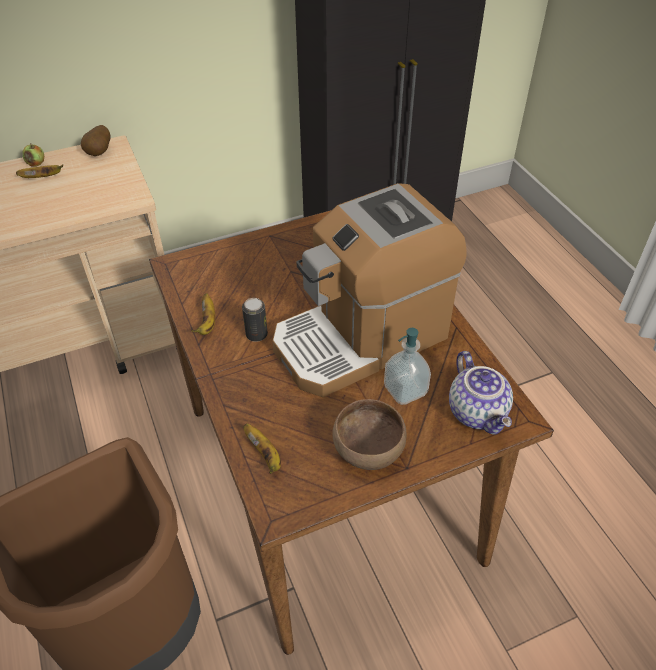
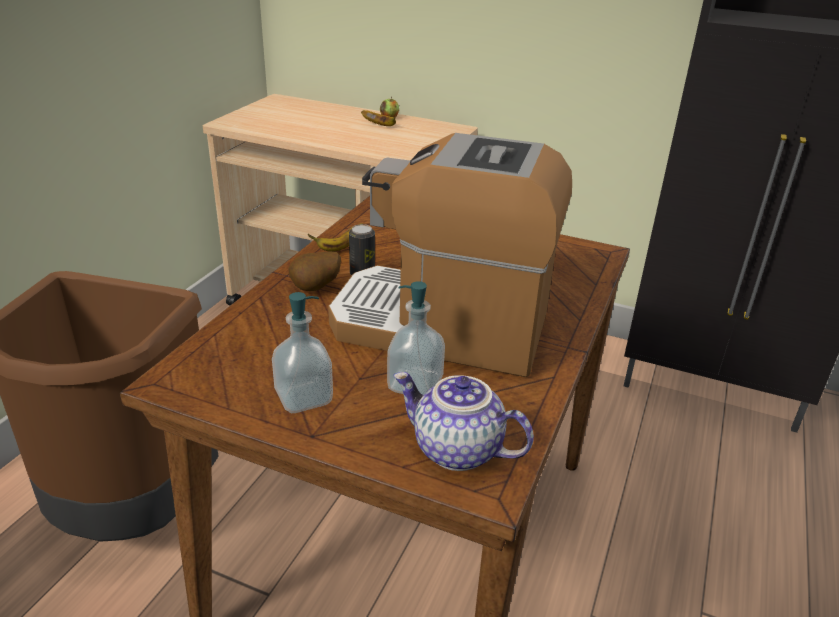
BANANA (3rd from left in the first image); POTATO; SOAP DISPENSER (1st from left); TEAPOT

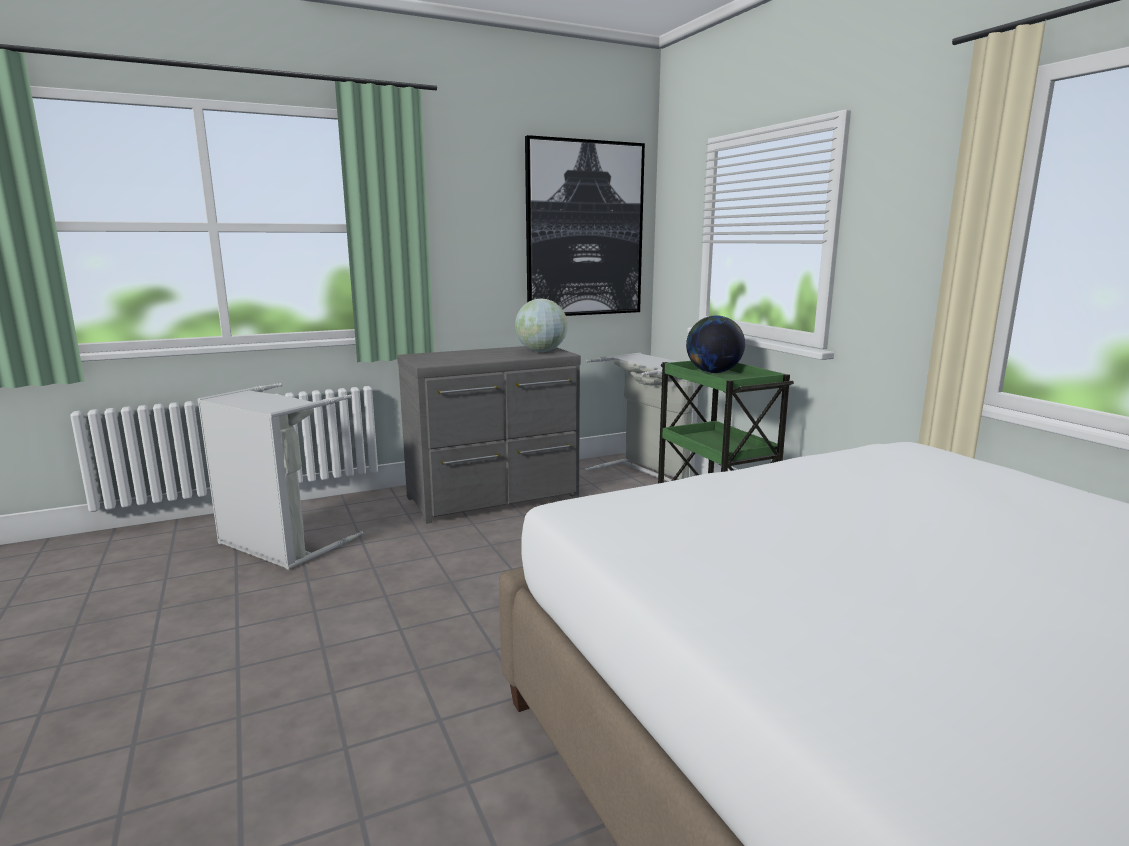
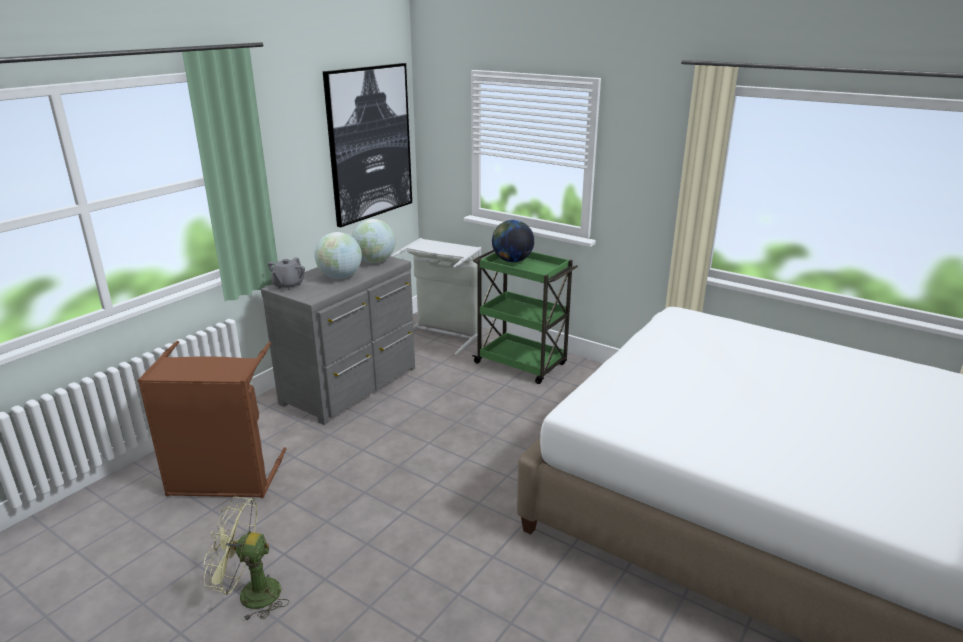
GREEN FAN; GREY TEAPOT; GLOBE (1st from left); BROWN LAUNDRY BASKET

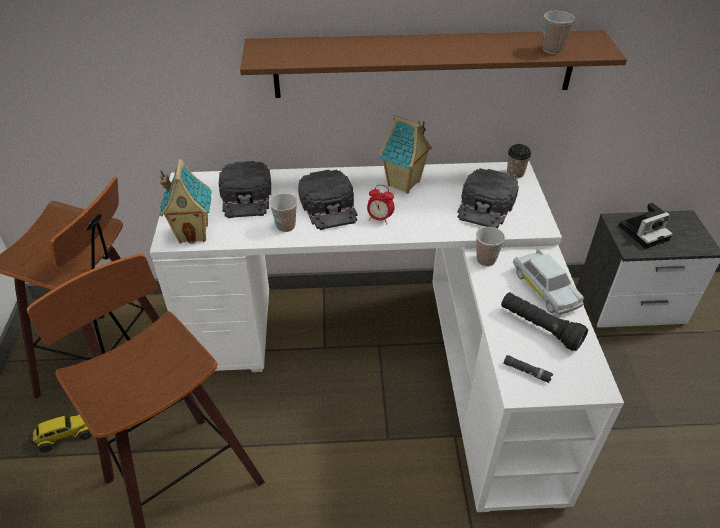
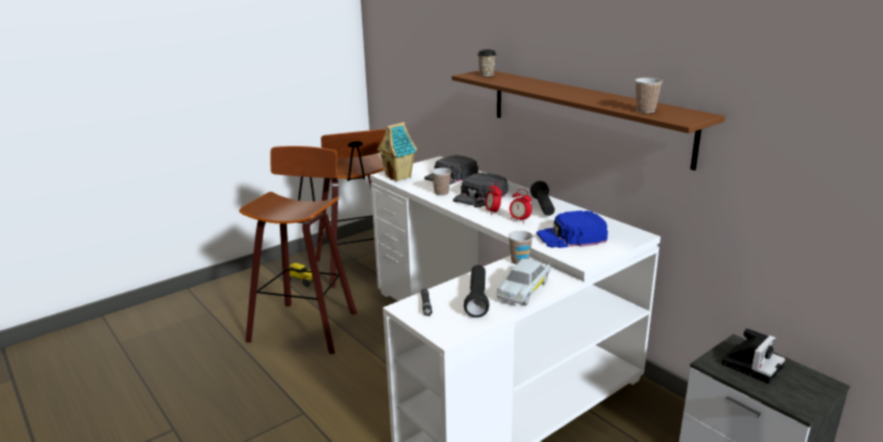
ALARM CLOCK (2nd from left); CUP (2nd from left); BLACK FLASHLIGHT (3rd from left); BLUE CAP; PHOTO CAMERA

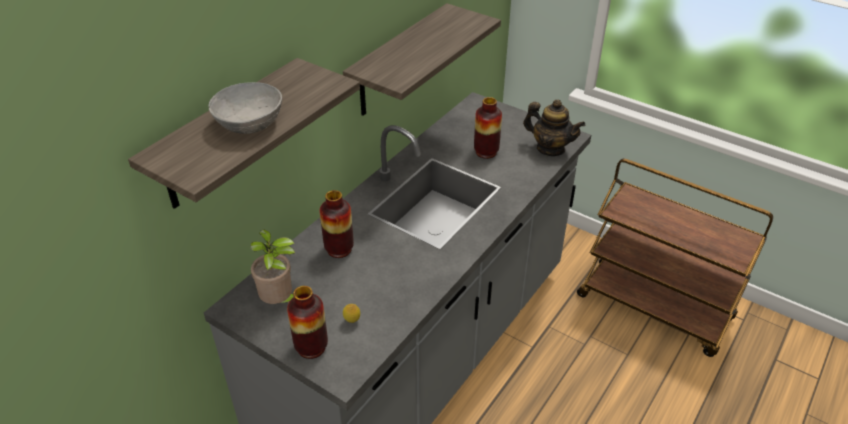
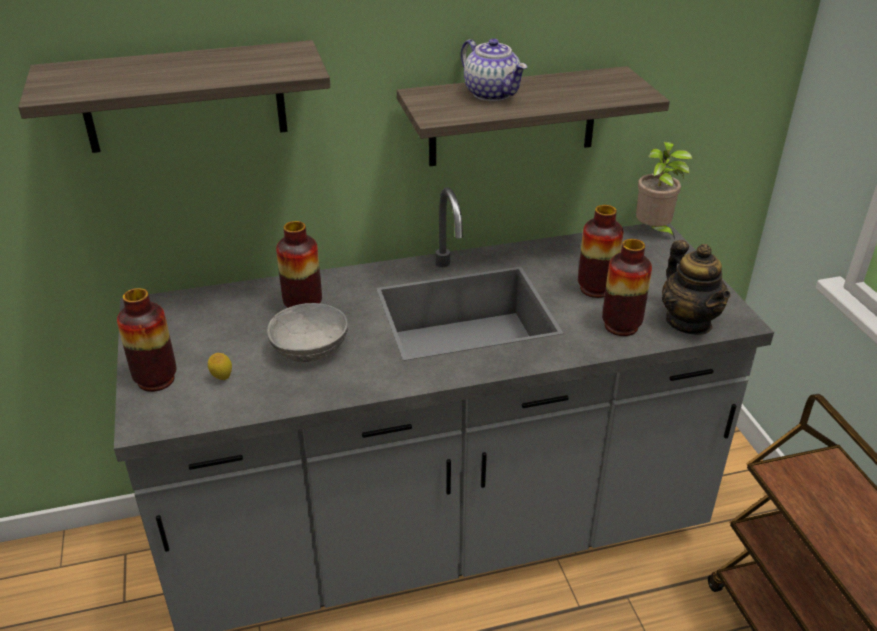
TEAPOT (1st from left); VASE (4th from left); GREY BOWL; POTTED PLANT

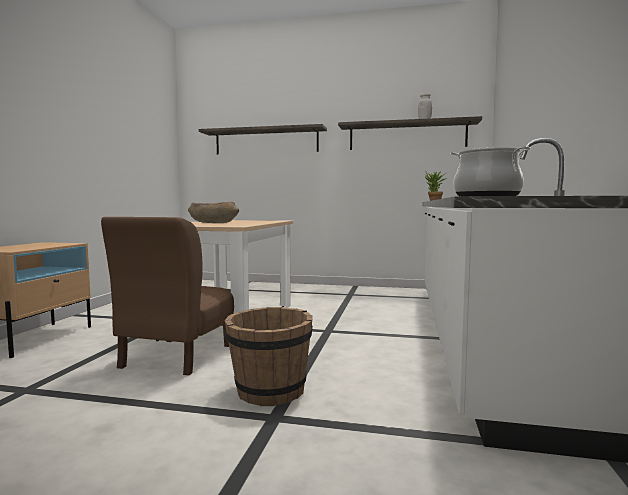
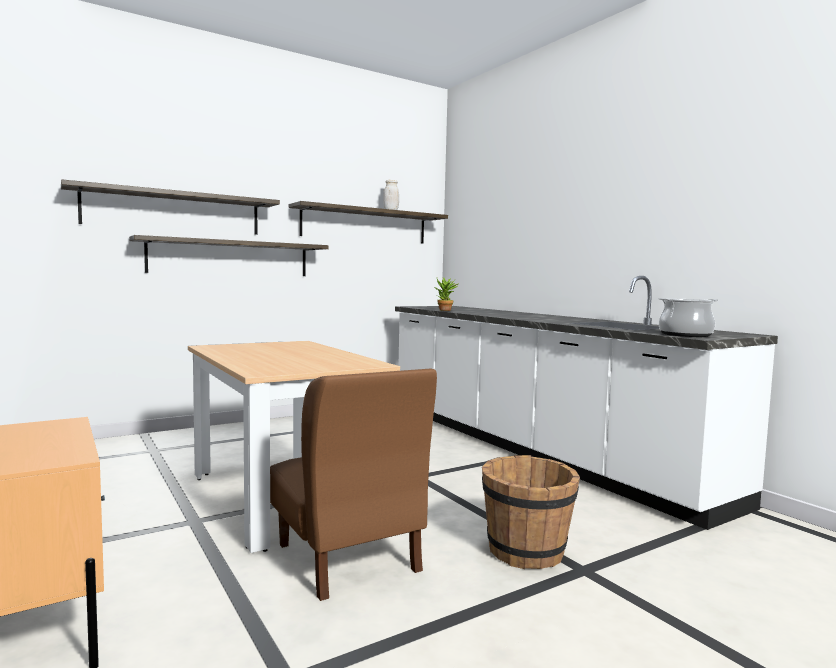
BROWN BOWL; SHELF (2nd from left)

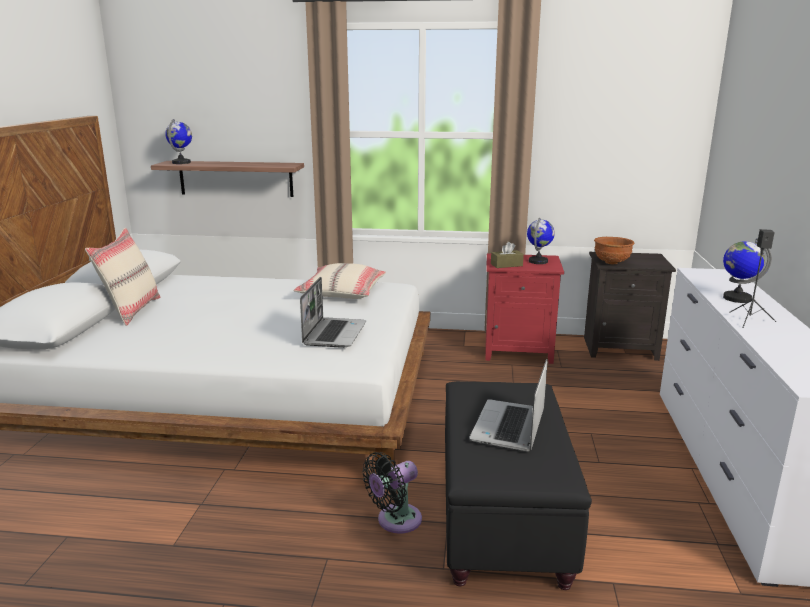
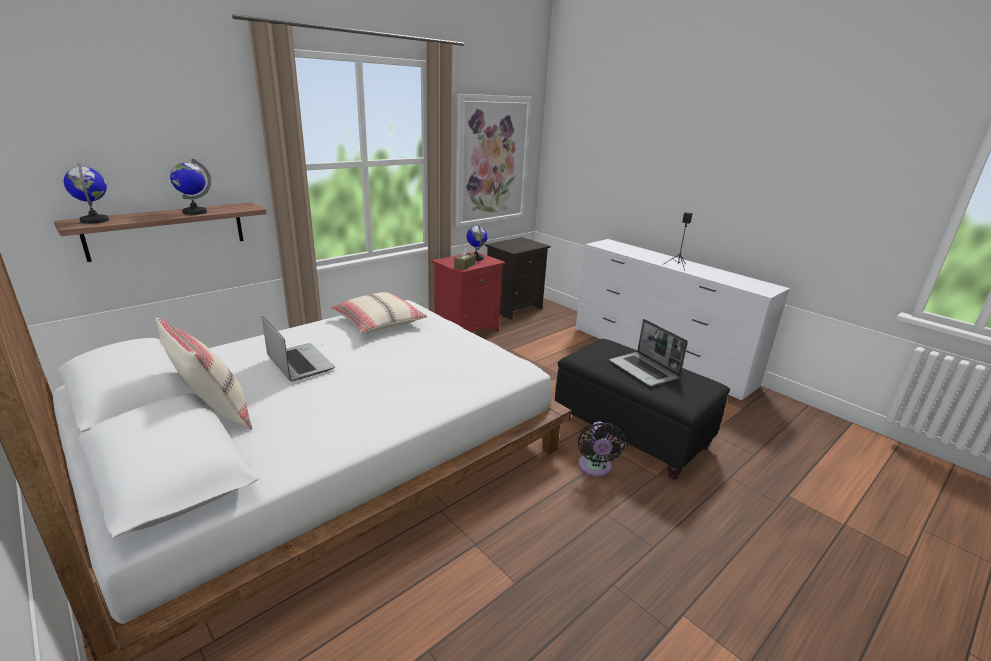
BROWN BOWL; PICTURE; LAPTOP (1st from left); GLOBE (2nd from left)

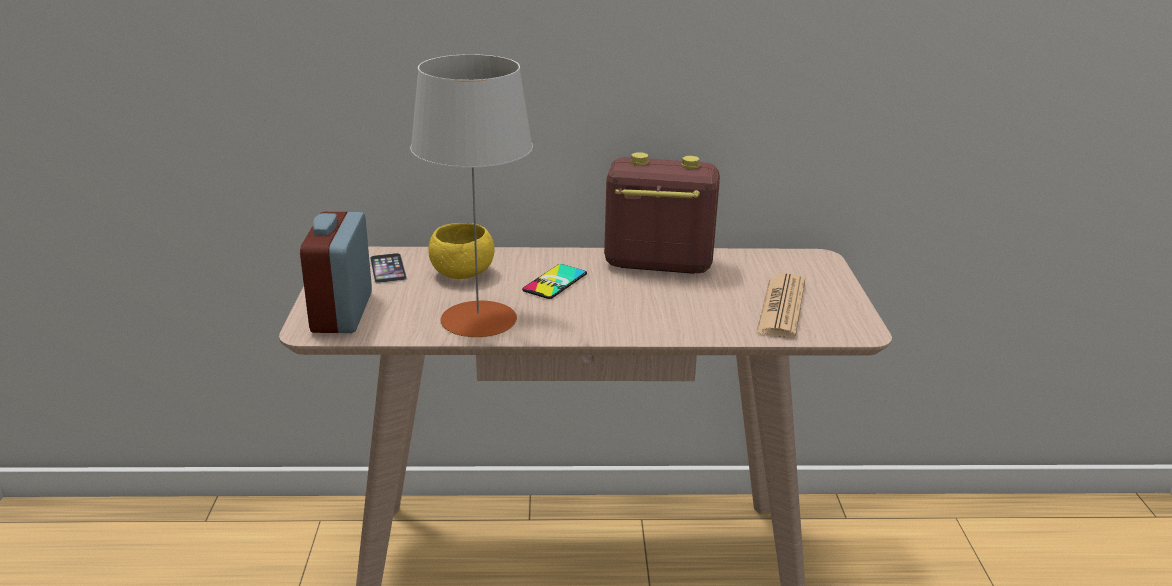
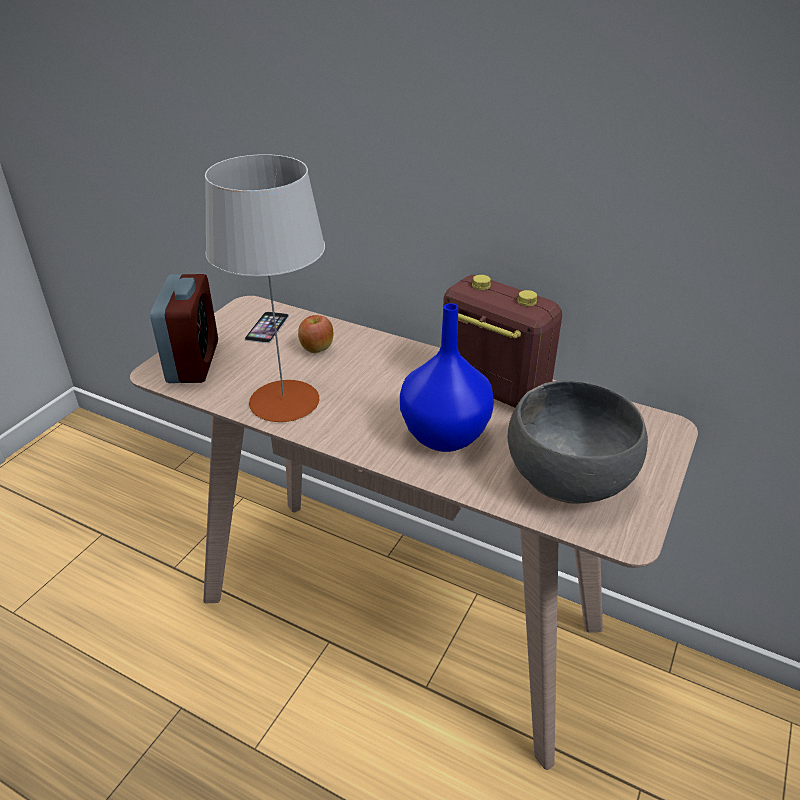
PHONE (2nd from left in the first image); BLUE VASE; APPLE; GREY BOWL; ALARM CLOCK

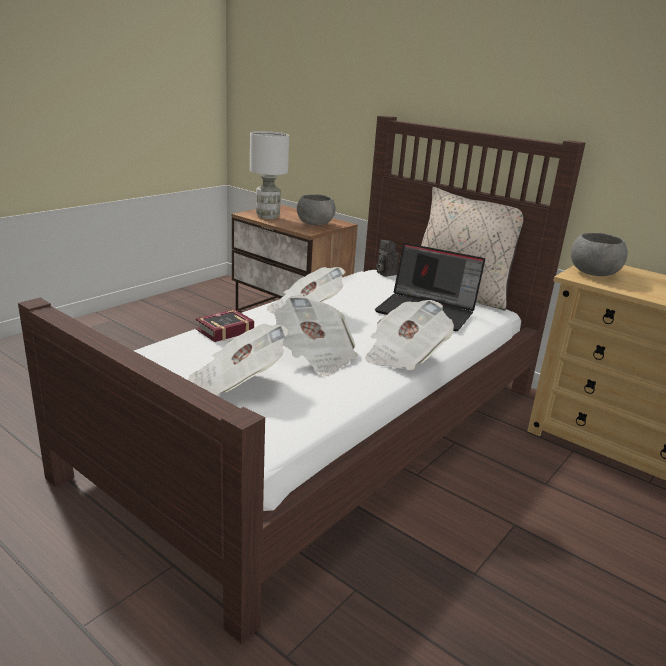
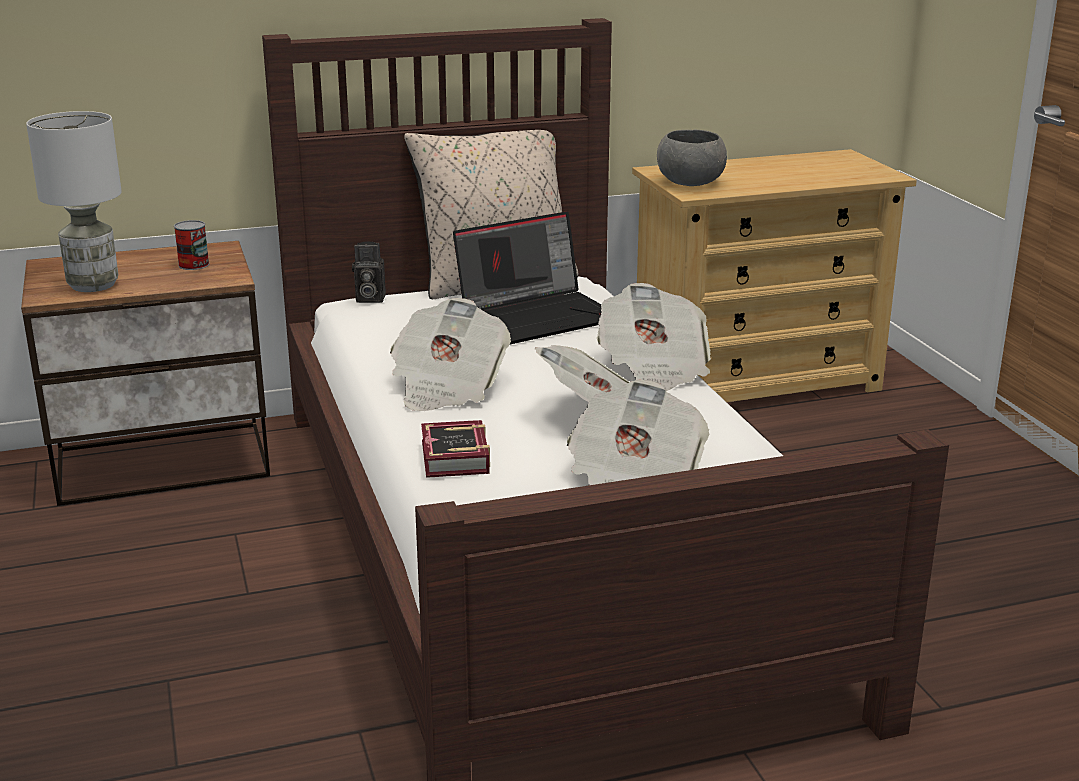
CAN

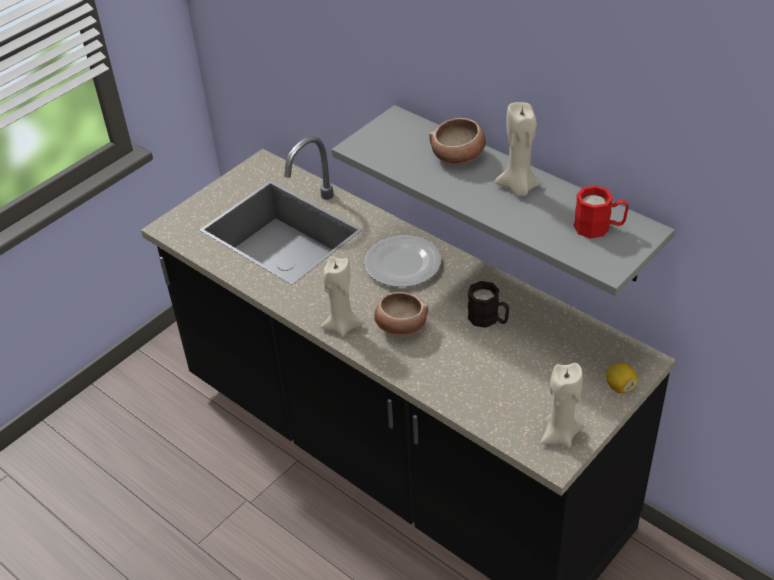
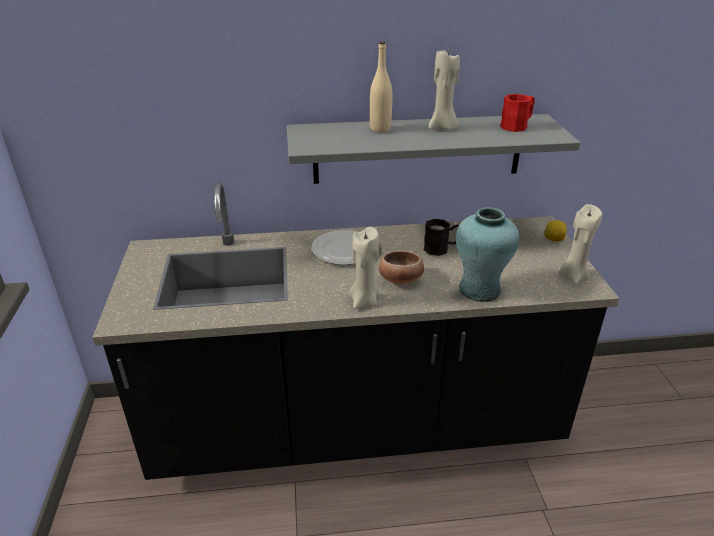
TURQUOISE VASE; BEIGE BOTTLE

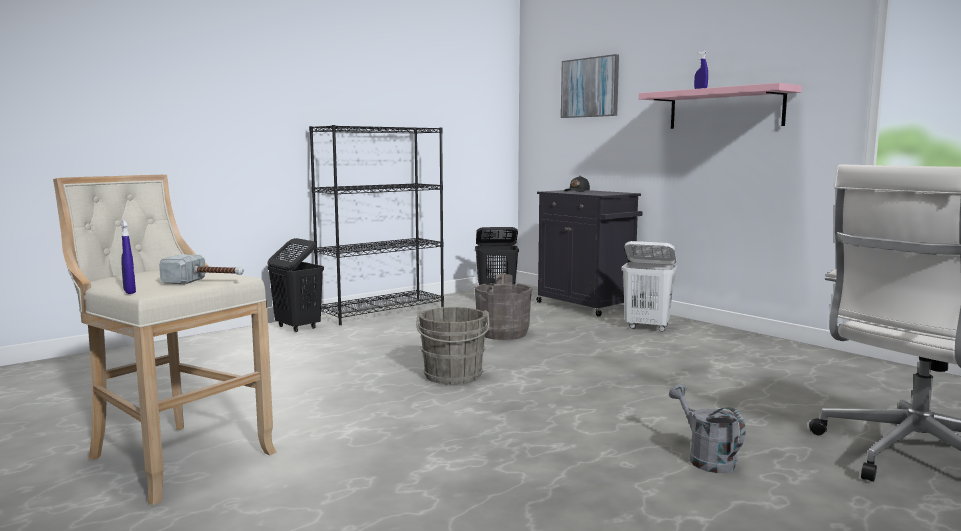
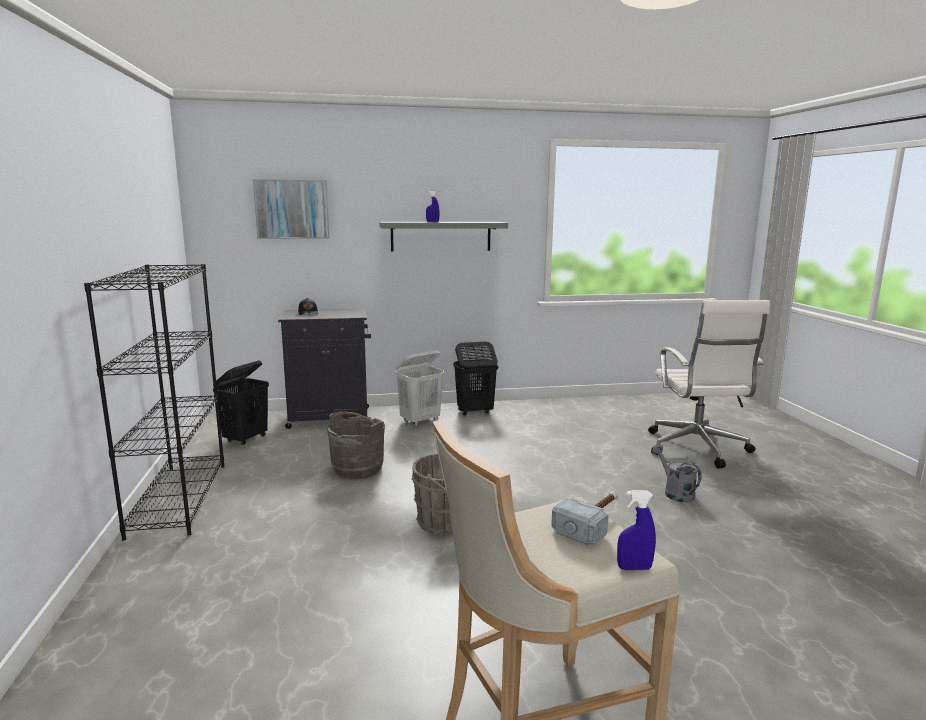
BLACK LAUNDRY BASKET (2nd from left); GREY SHELF; GREY WATERING CAN

